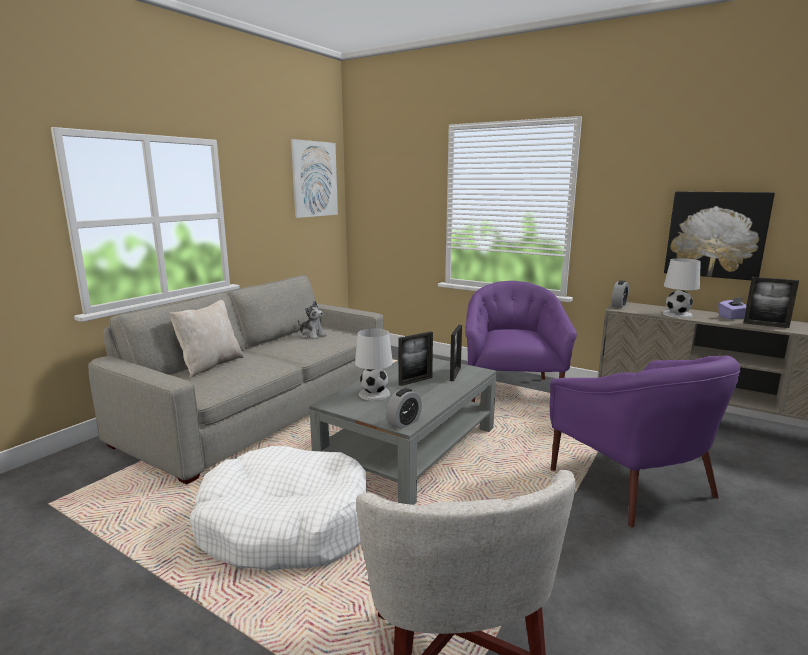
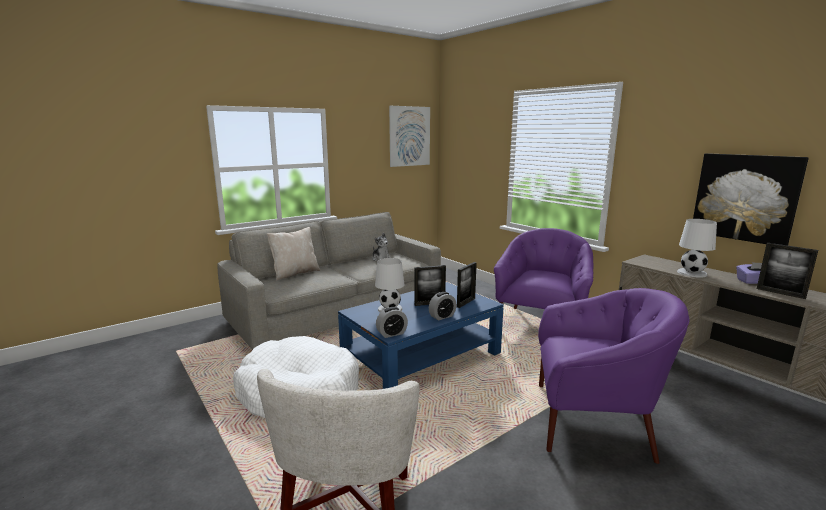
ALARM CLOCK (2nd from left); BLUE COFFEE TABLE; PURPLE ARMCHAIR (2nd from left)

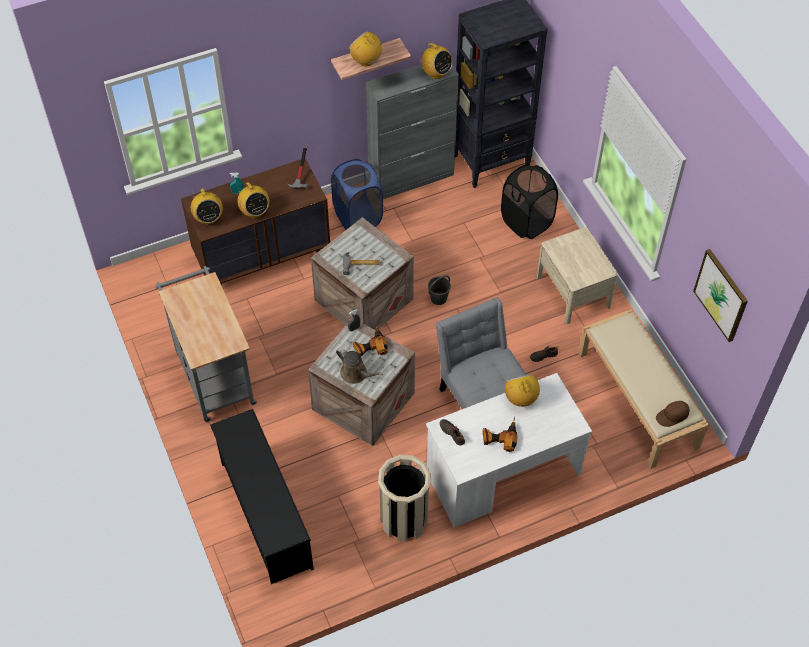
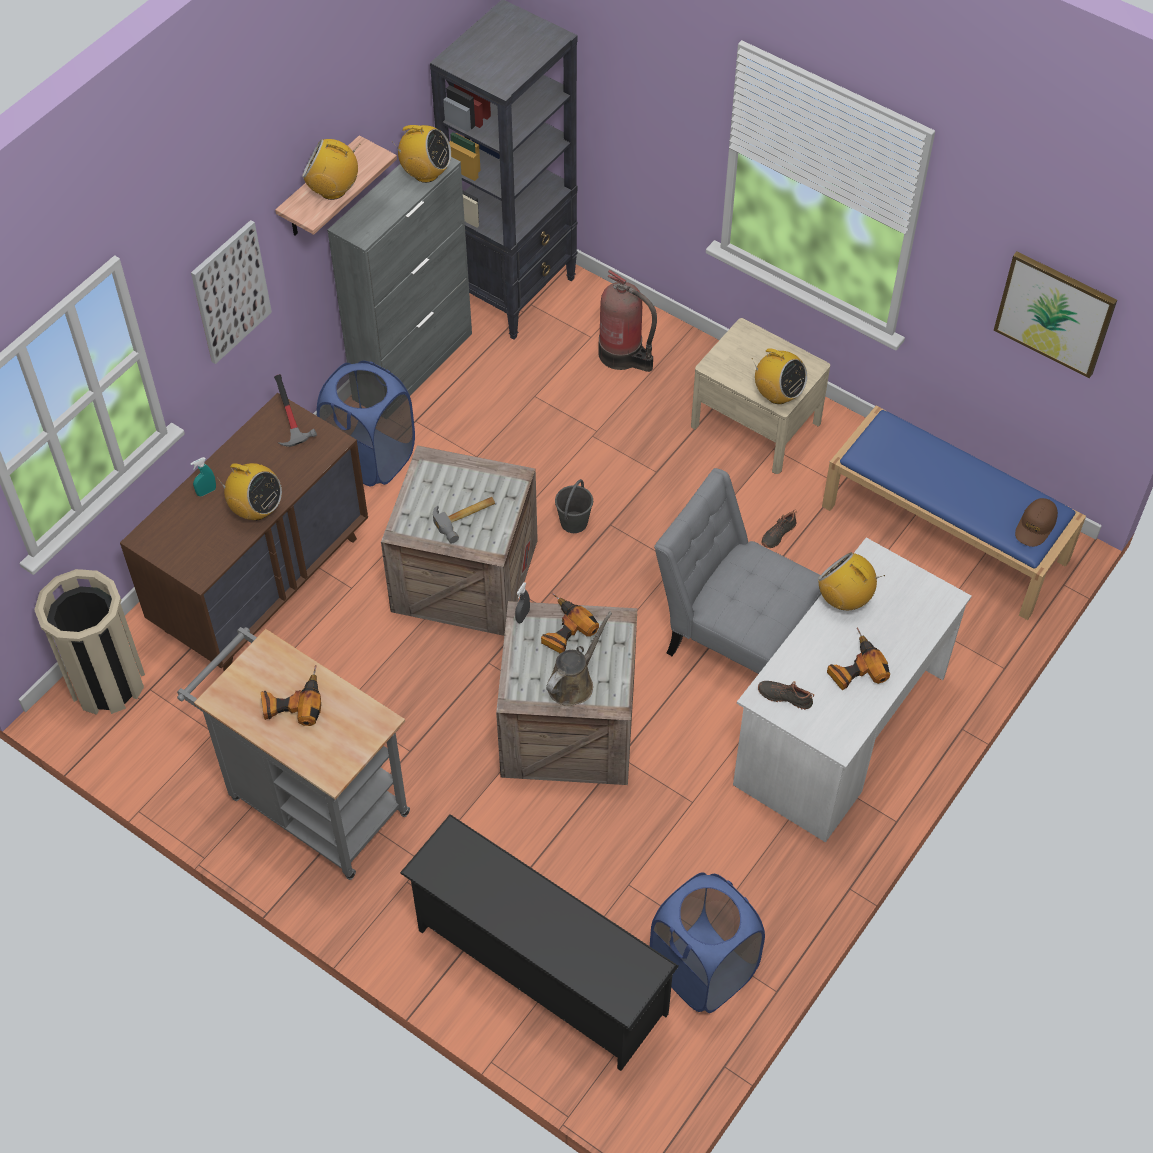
PICTURE (1st from left); POWER DRILL (1st from left); BLUE LAUNDRY BASKET (2nd from left); RADIO (4th from left); BEIGE TRASH CAN; FIRE EXTINGUISHER; BLUE BENCH; BROWN WATERING CAN

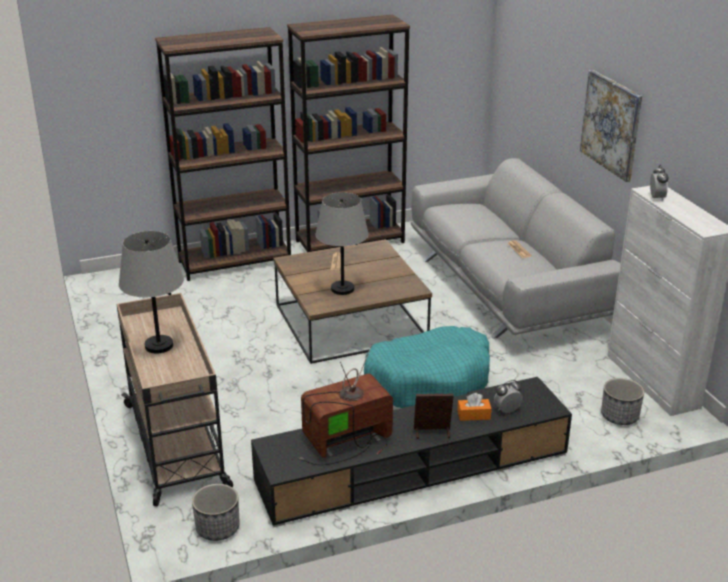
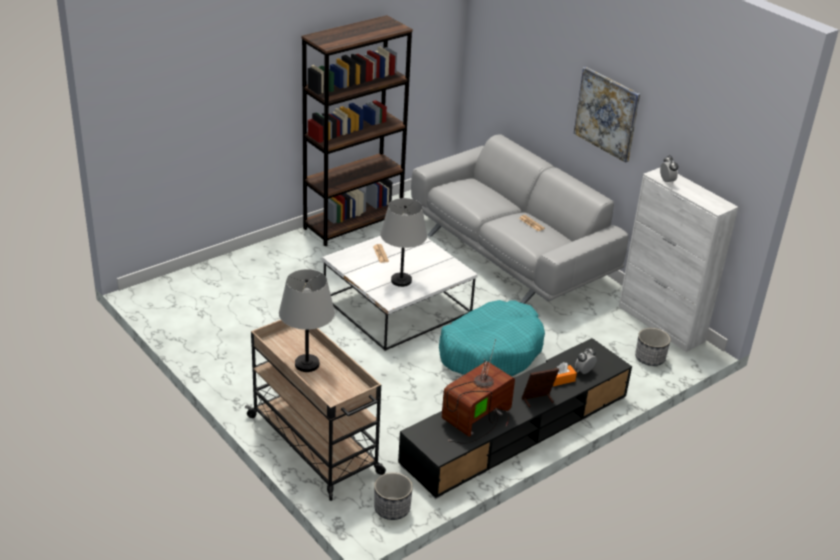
BROWN BOOKCASE (1st from left in the first image); WHITE COFFEE TABLE

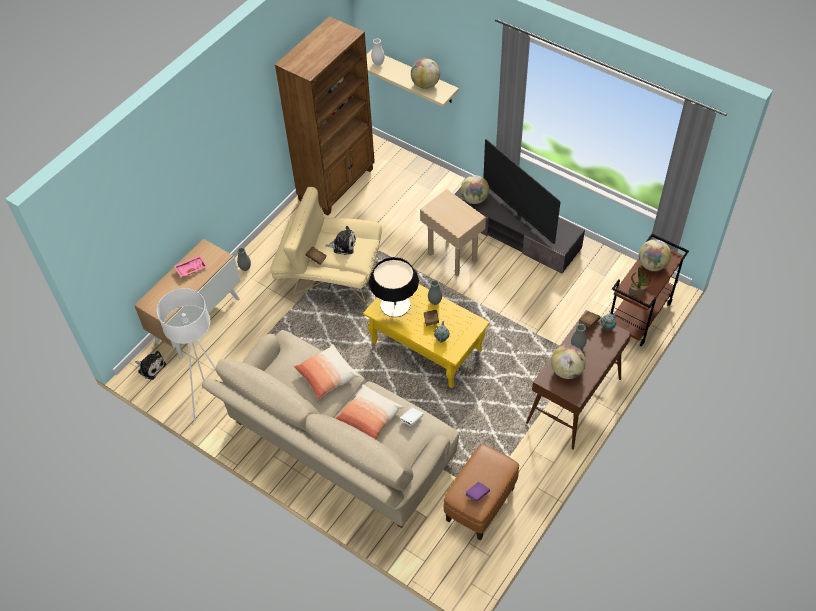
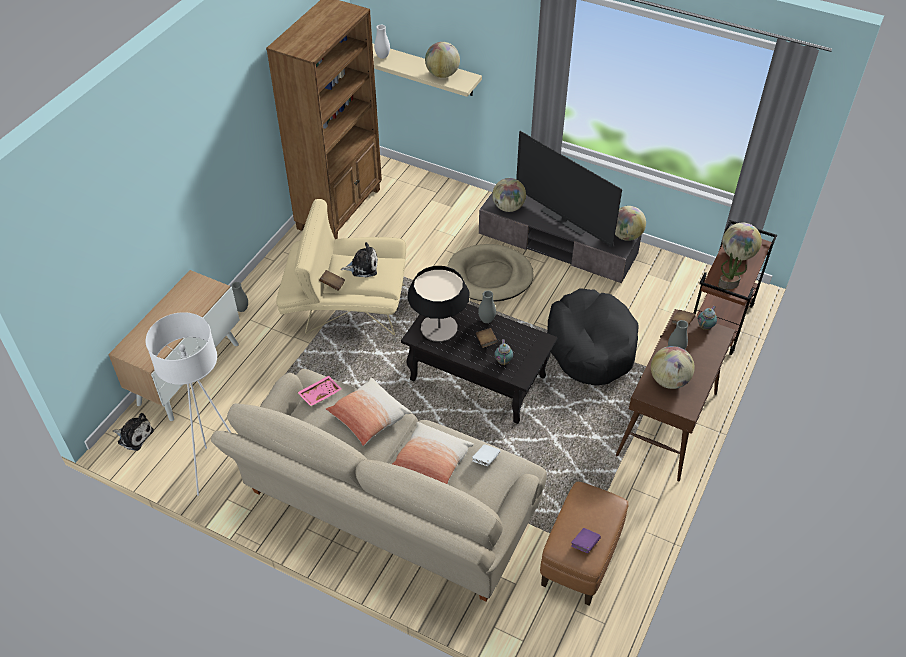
BLACK DOG BED; GLOBE (3rd from left); PINK TRAY; BEIGE DOG BED; BLACK COFFEE TABLE

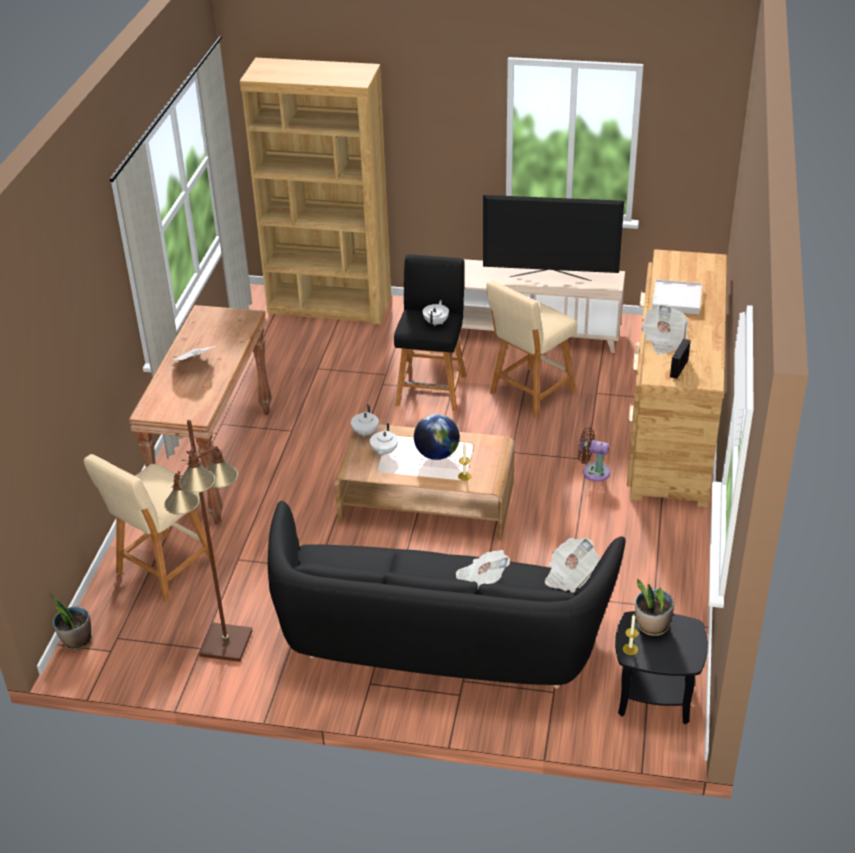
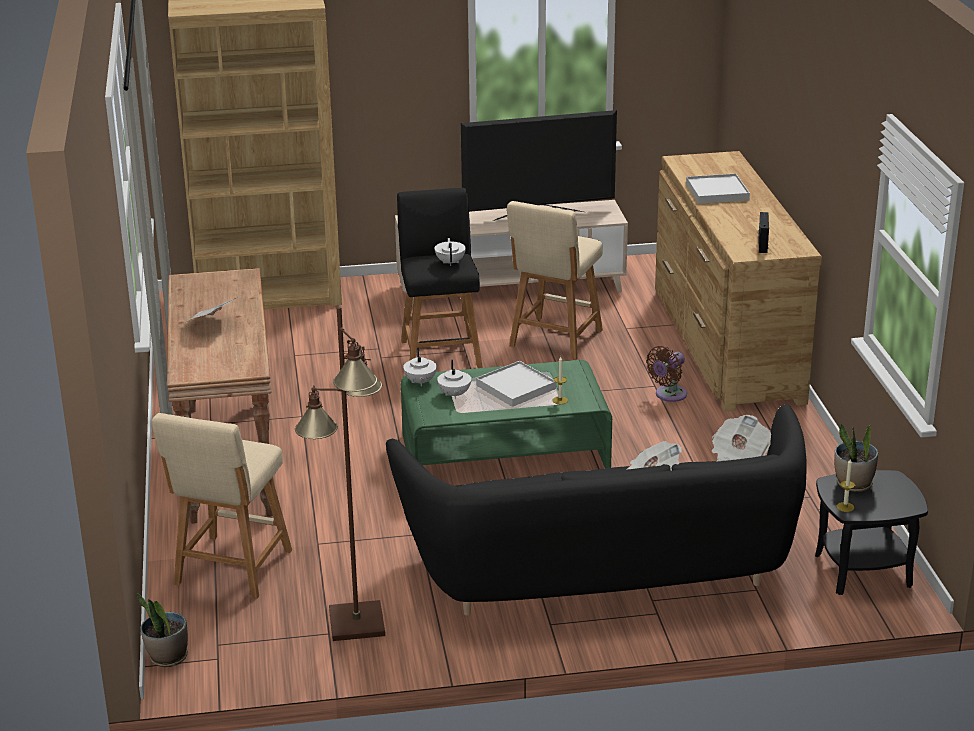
NEWSPAPER (4th from left in the first image); WHITE TRAY (1st from left); GREEN COFFEE TABLE; BROWN FAN

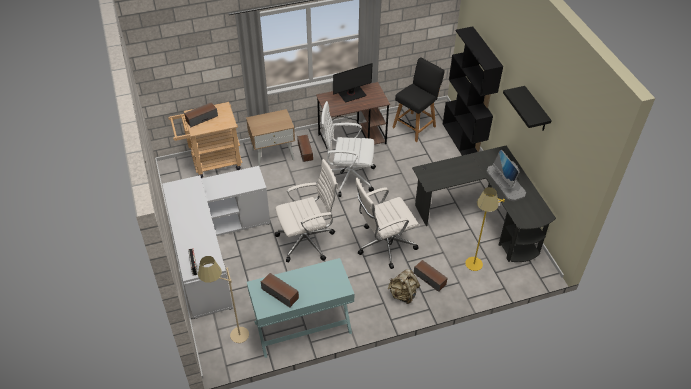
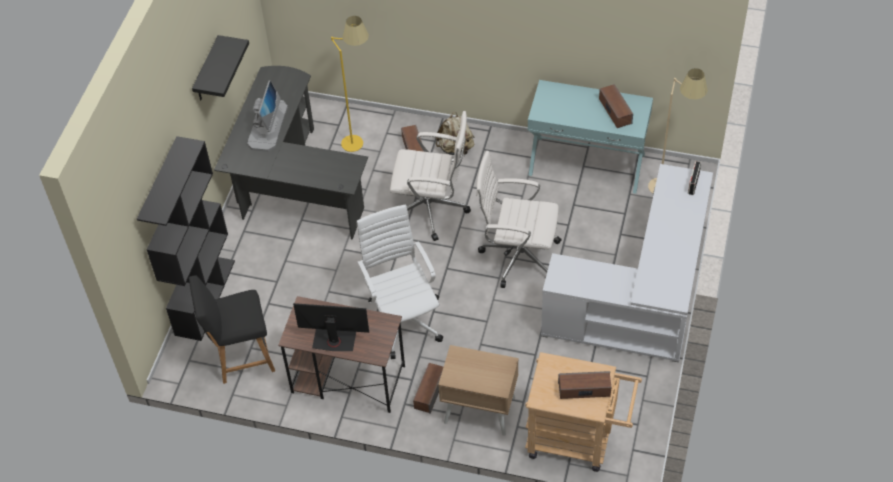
WHITE OFFICE CHAIR (1st from left)

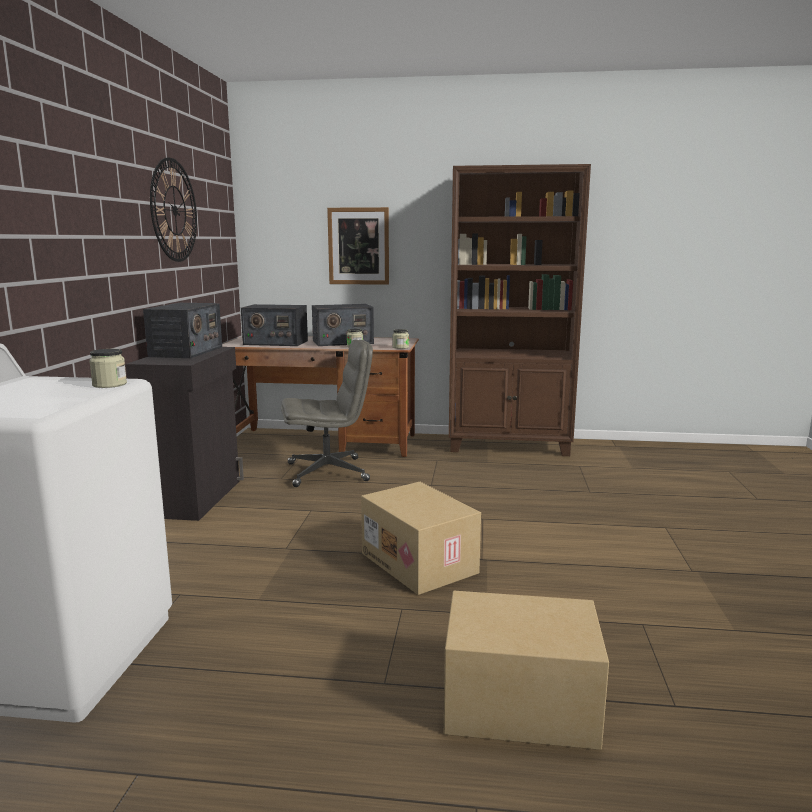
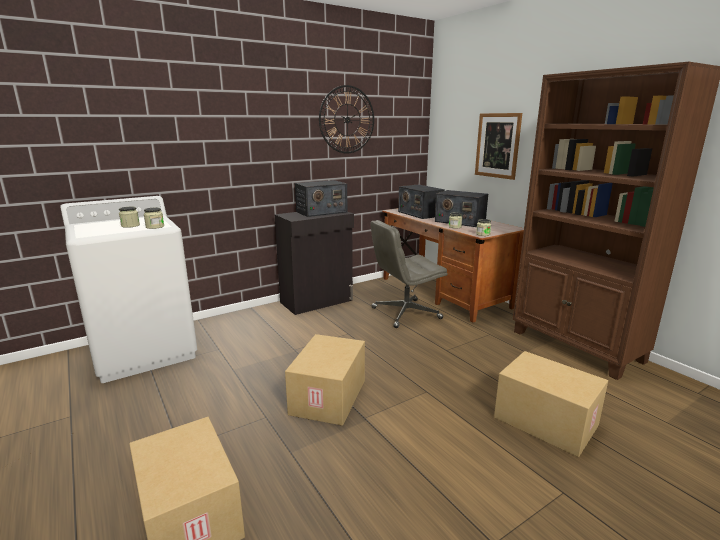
JAR (1st from left); CARDBOARD BOX (3rd from left); GREY OFFICE CHAIR

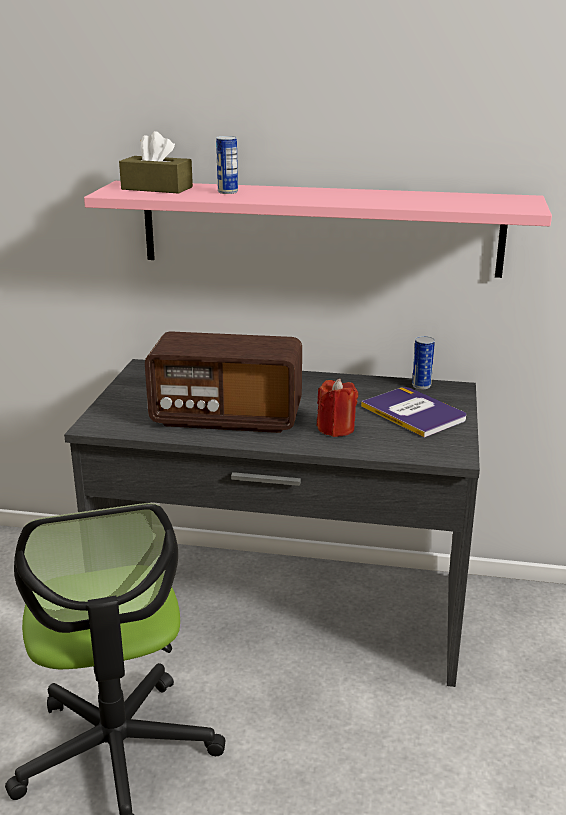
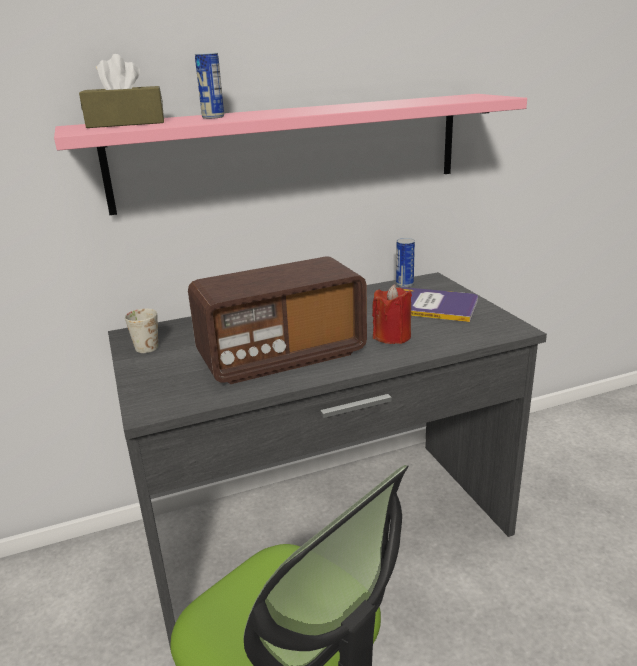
WHITE MUG

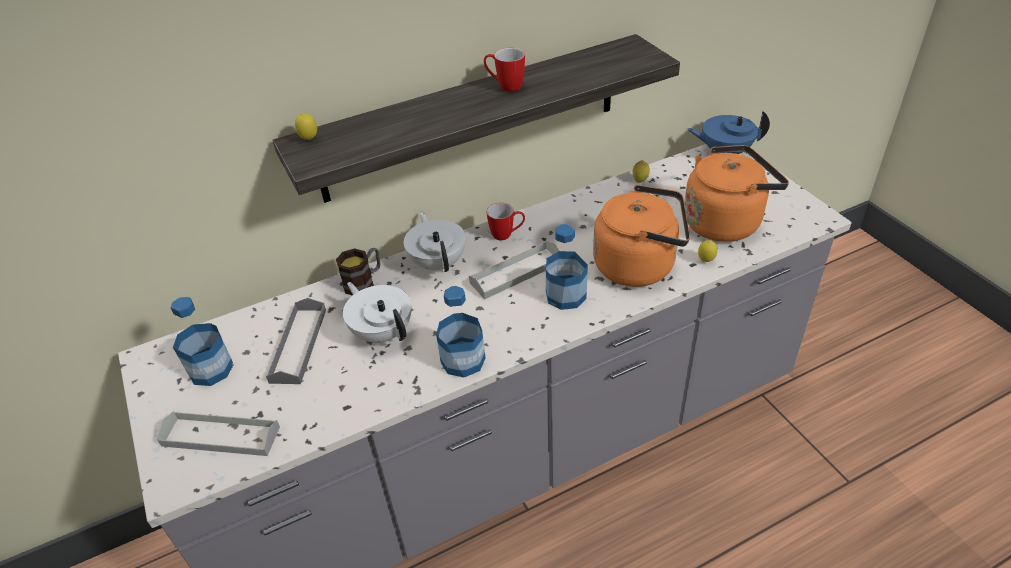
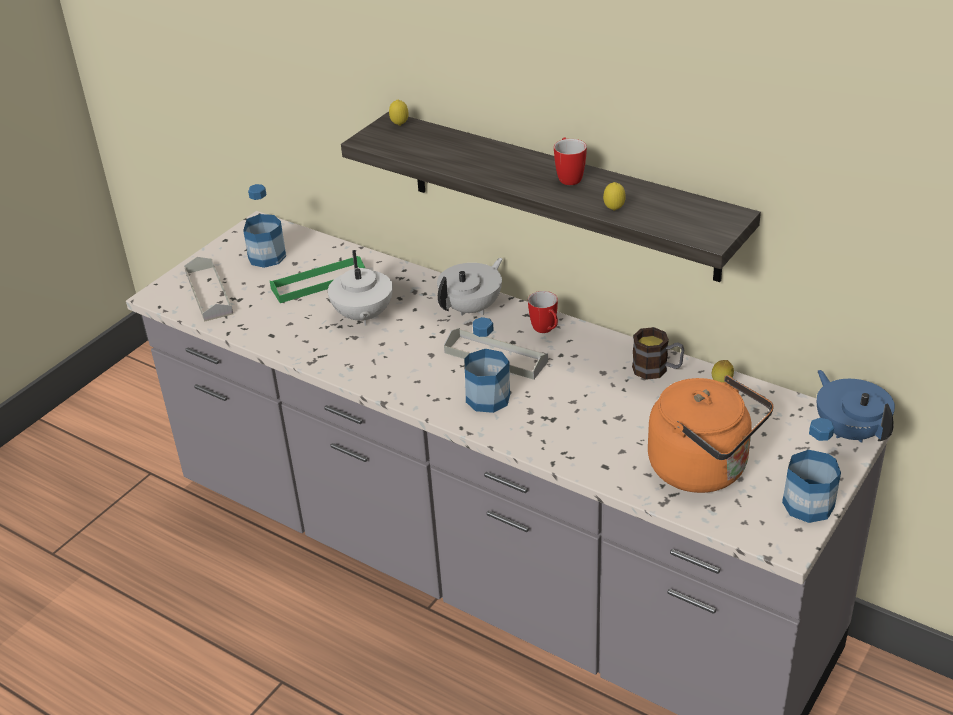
ORANGE KETTLE (1st from left in the first image); MUG (3rd from left); BOTTLE (3rd from left); LEMON (2nd from left); GREEN TRAY; WHITE TEAPOT (1st from left)

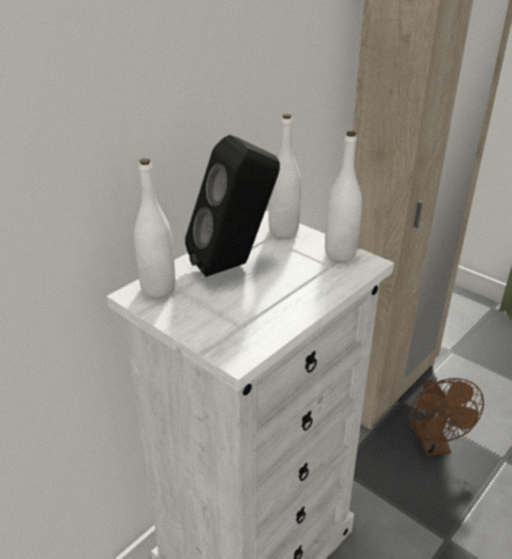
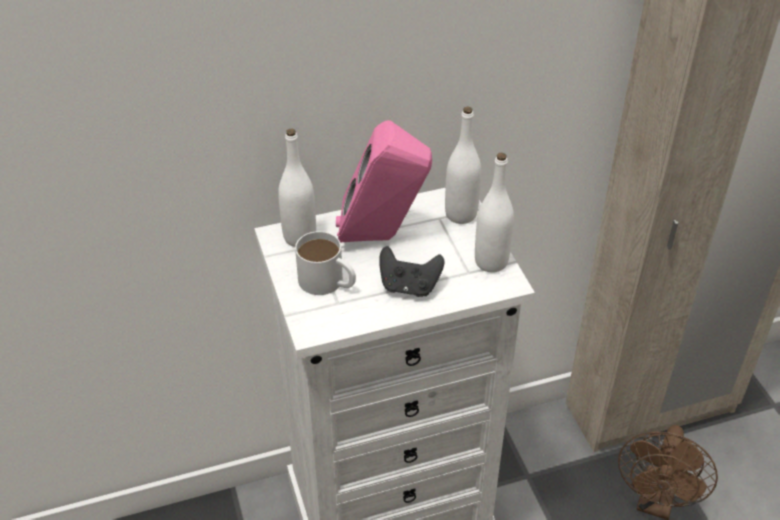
WHITE MUG; BLACK GAME CONTROLLER; PINK SPEAKER

